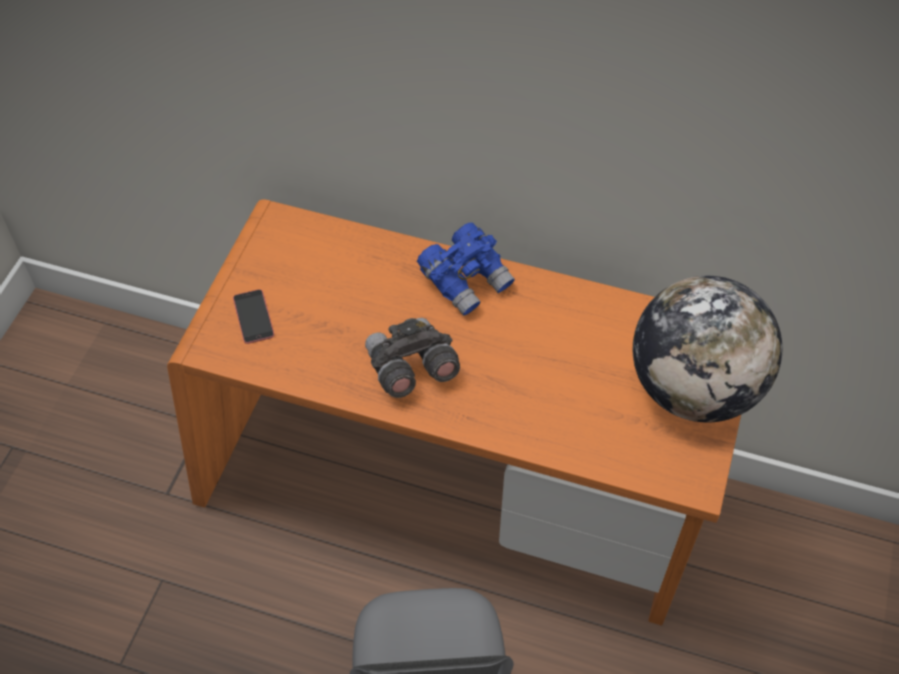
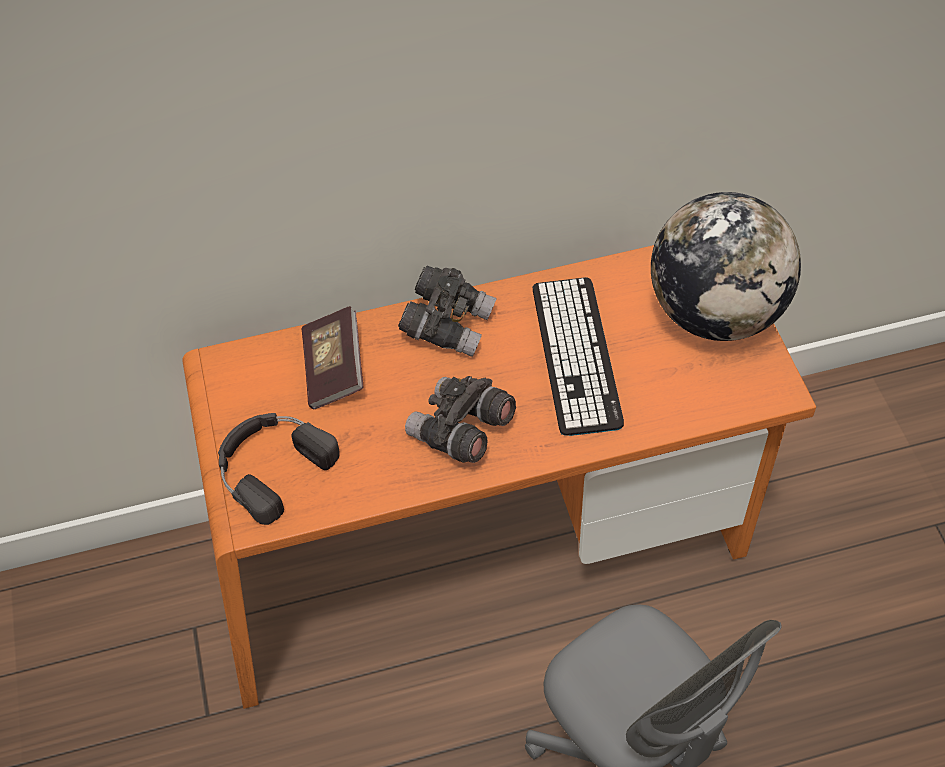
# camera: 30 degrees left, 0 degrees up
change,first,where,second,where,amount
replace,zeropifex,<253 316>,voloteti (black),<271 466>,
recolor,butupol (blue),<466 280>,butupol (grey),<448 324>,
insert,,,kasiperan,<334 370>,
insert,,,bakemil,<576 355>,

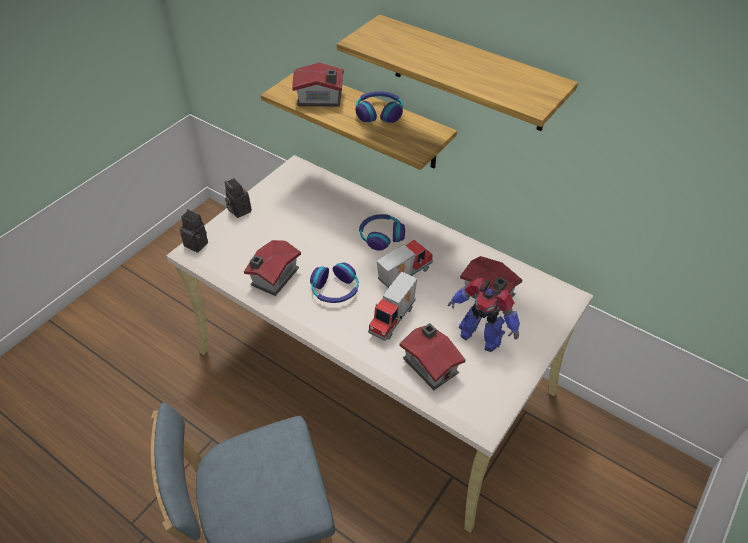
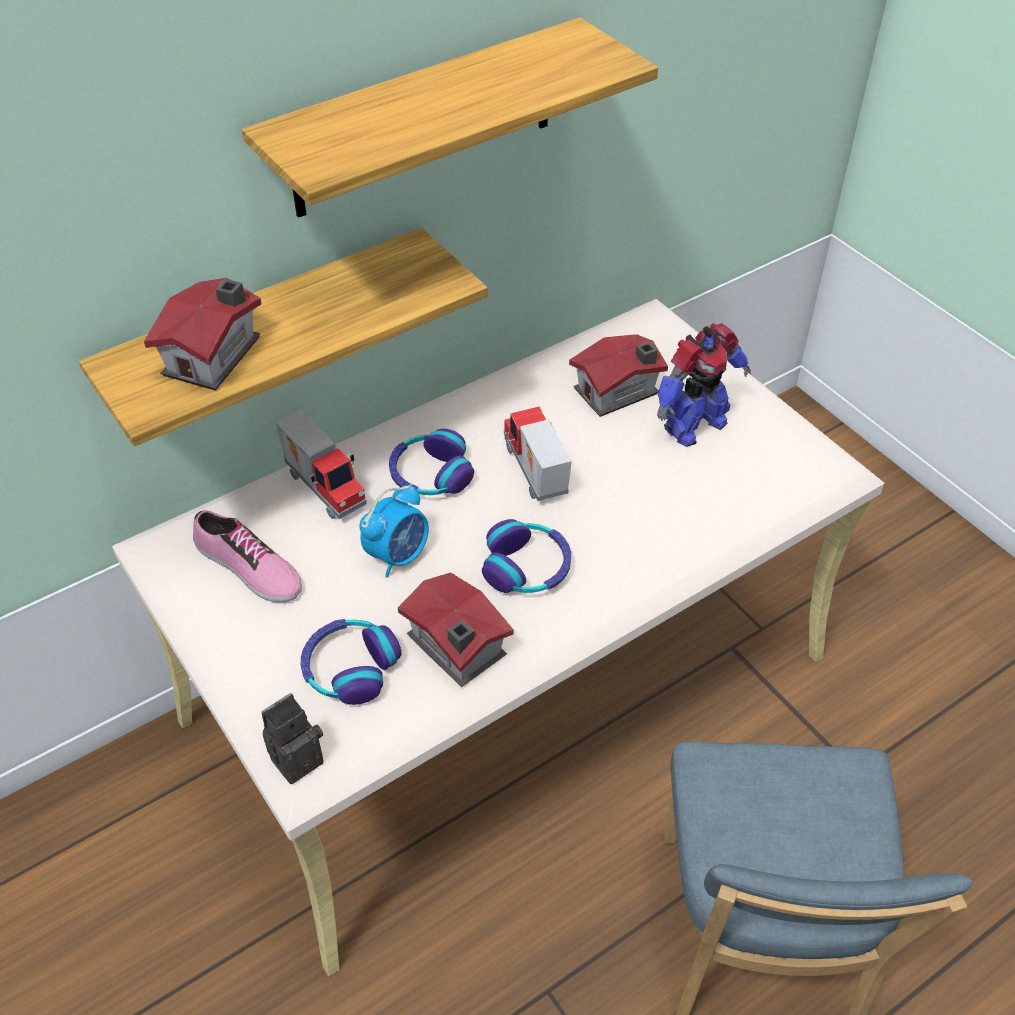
# camera: 70 degrees left, 0 degrees up
change,first,where,second,where,amount
delete,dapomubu,<238 210>,,,
move,voloteti,<379 113>,,<350 668>,
move,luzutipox,<394 320>,,<327 487>,
delete,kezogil,<430 364>,,,
insert,,,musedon,<248 568>,
insert,,,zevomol,<398 555>,

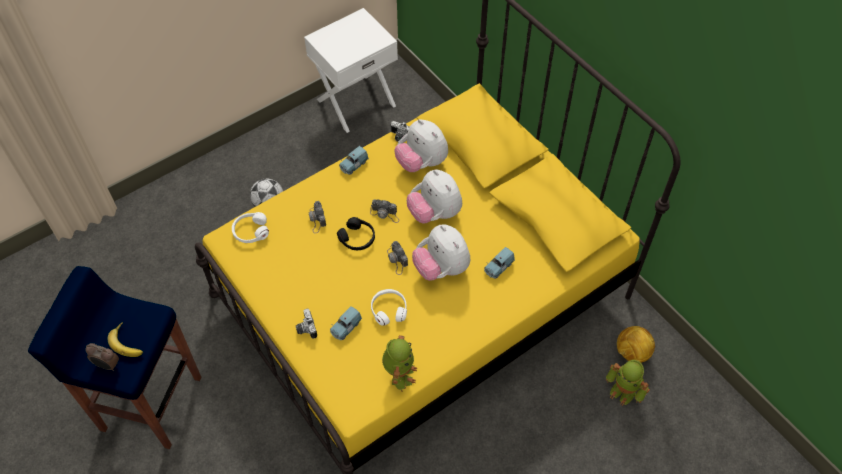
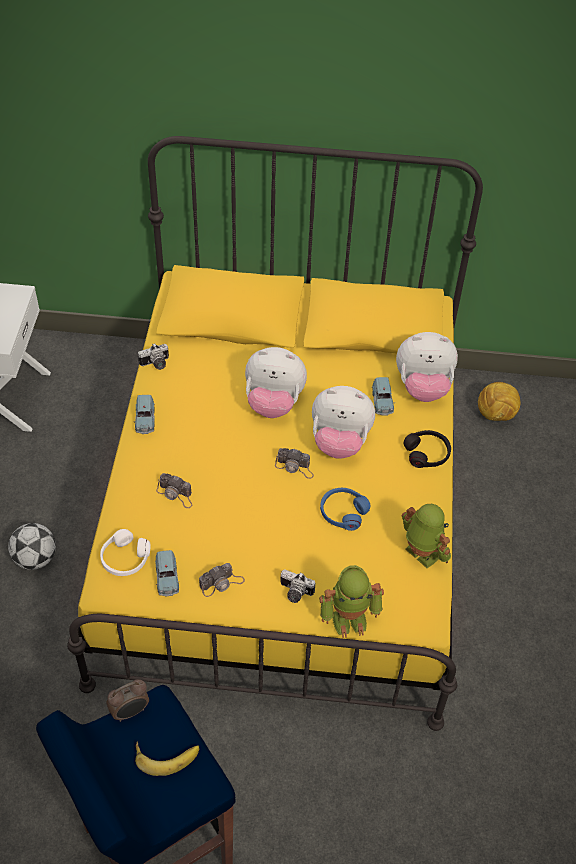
# camera: 50 degrees left, 5 degrees down
change,first,where,second,where,amount
move,zevomol,<107 365>,,<130 711>,
move,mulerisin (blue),<345 327>,,<167 579>,
move,voloteti (black),<357 238>,,<427 453>,
move,dapomubu,<385 214>,,<221 583>,
recolor,voloteti (white),<389 309>,voloteti (blue),<343 512>,
move,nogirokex,<421 163>,,<423 387>,
move,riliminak,<624 391>,,<349 617>,

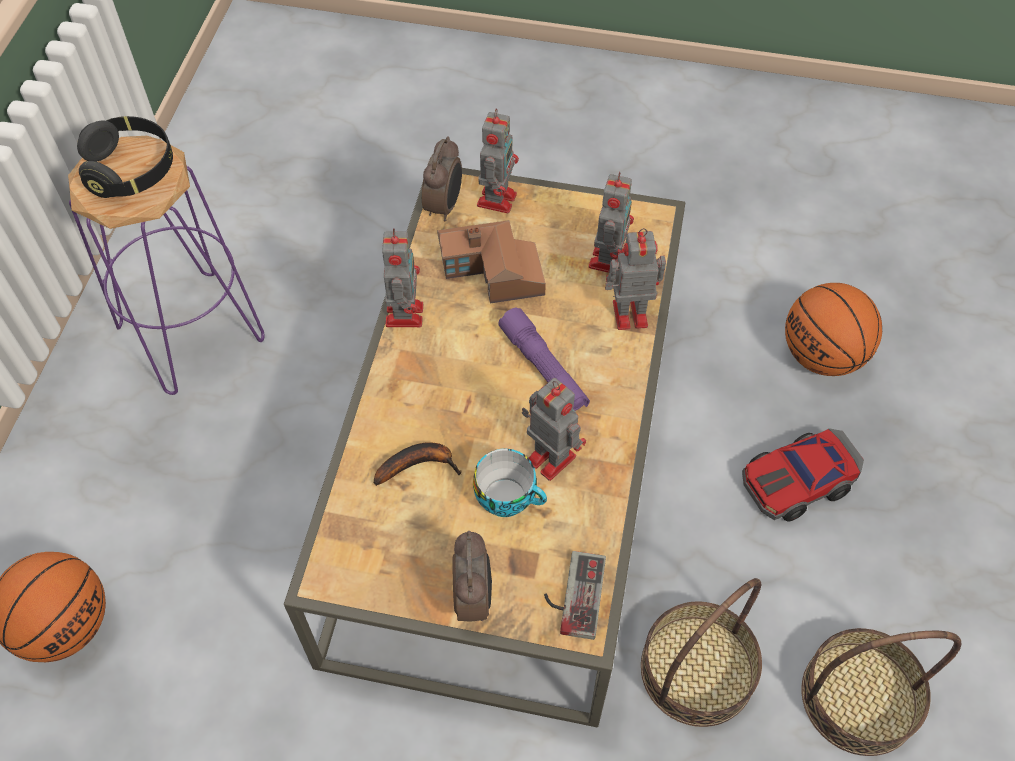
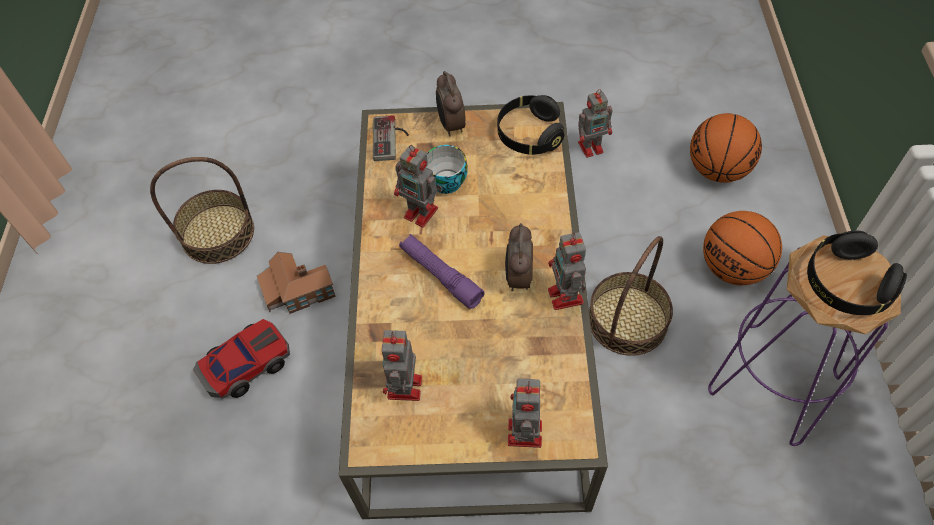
# camera: 170 degrees right, 0 degrees up
change,first,where,second,where,amount
delete,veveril,<419 464>,,,
move,zevomol,<444 206>,,<518 277>,
move,kezogil,<492 274>,,<297 290>,
move,riliminak,<627 314>,,<592 147>,
move,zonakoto,<697 670>,,<627 319>,
move,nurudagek,<822 355>,,<732 268>,
insert,,,voloteti (black),<529 135>,

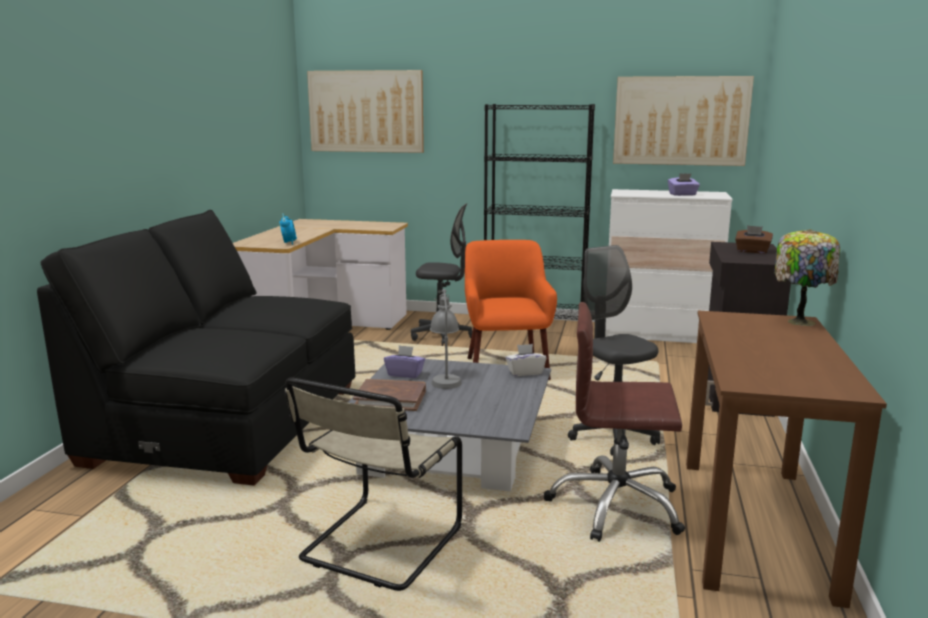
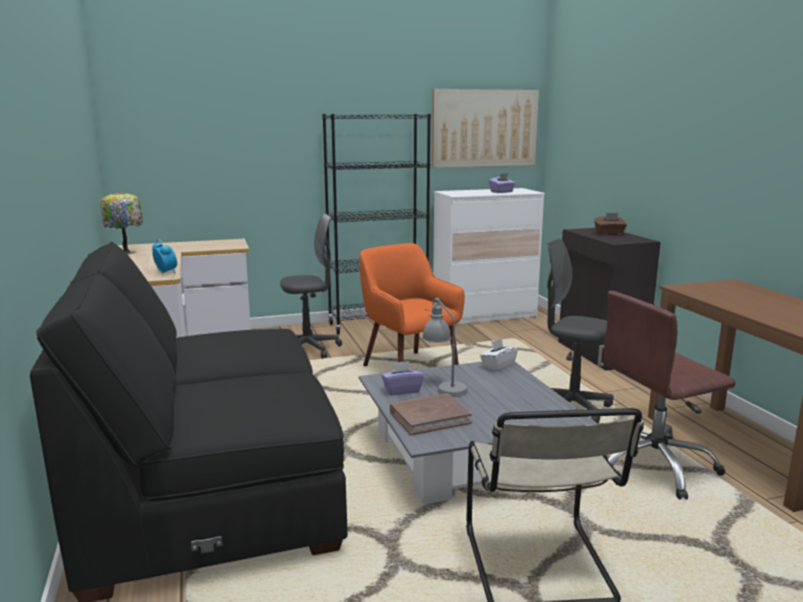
# camera: 30 degrees left, 0 degrees up
change,first,where,second,where,amount
delete,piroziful,<366 111>,,,
move,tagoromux,<799 321>,,<126 252>,

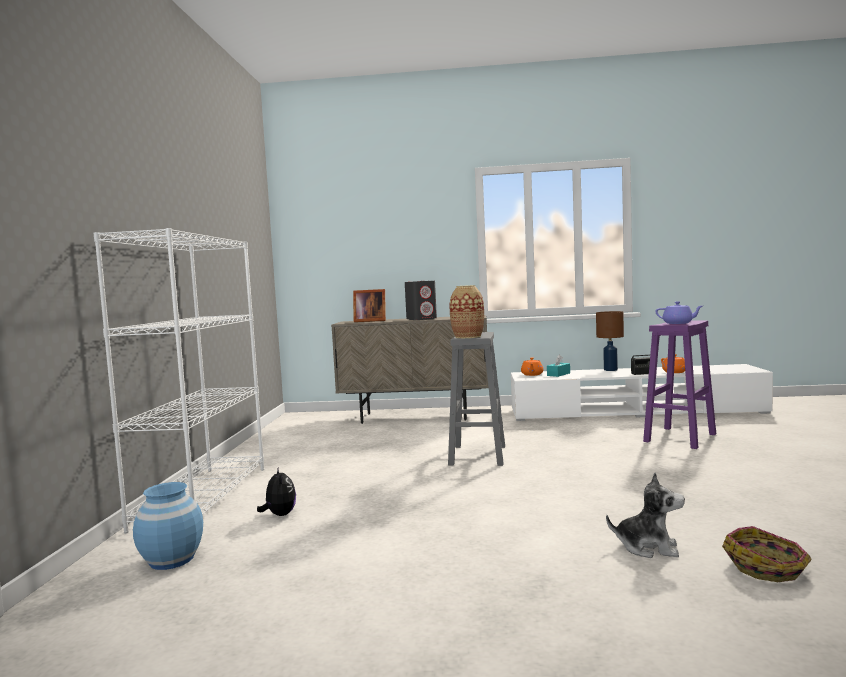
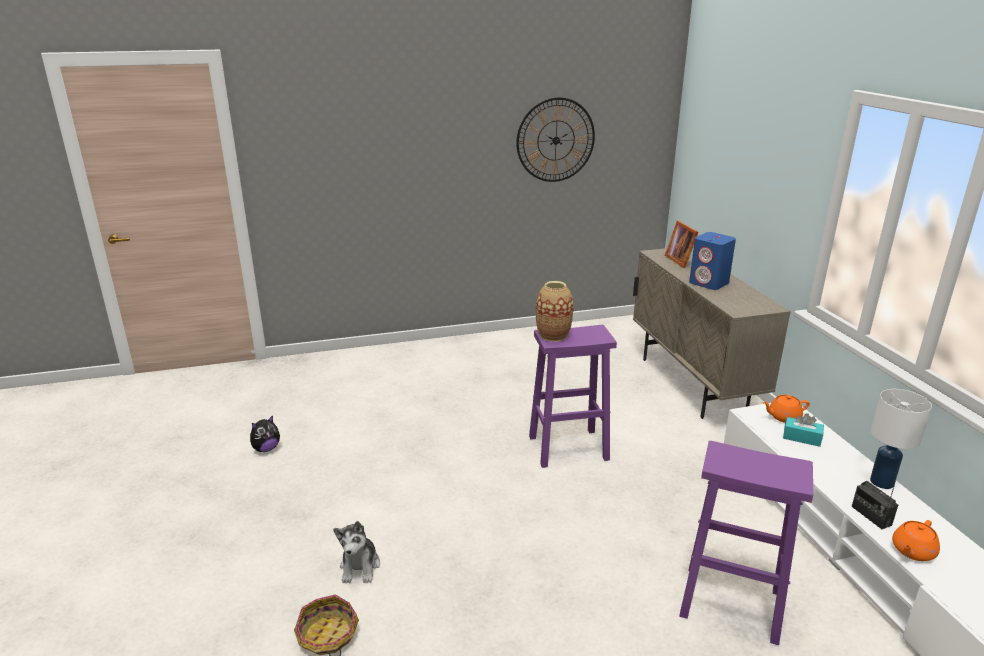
# camera: 70 degrees right, 20 degrees up
change,first,where,second,where,amount
delete,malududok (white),<203 496>,,,
delete,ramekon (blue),<172 560>,,,
move,nogirokex,<279 515>,,<266 449>,
recolor,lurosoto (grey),<421 319>,lurosoto (blue),<709 283>,
recolor,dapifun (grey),<478 455>,dapifun (purple),<567 448>,
recolor,tagoromux (brown),<611 370>,tagoromux (white),<882 482>,
delete,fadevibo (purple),<678 323>,,,
insert,,,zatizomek,<555 140>,

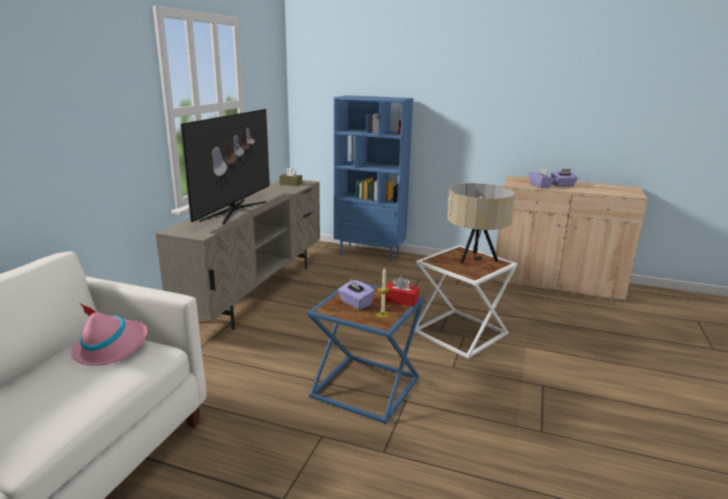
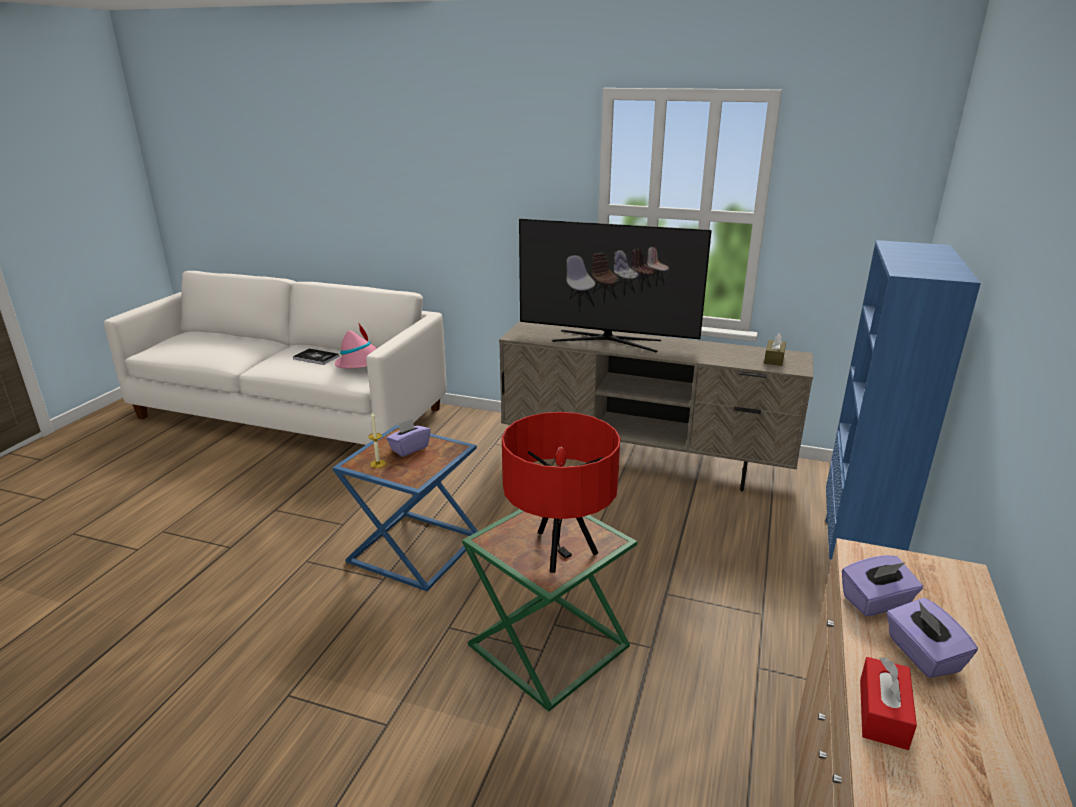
# camera: 90 degrees right, 5 degrees up
change,first,where,second,where,amount
move,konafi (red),<401 300>,,<883 713>,
recolor,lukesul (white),<461 333>,lukesul (green),<548 649>,
recolor,tagoromux (beige),<474 260>,tagoromux (red),<559 549>,
insert,,,kasiperan,<316 357>,

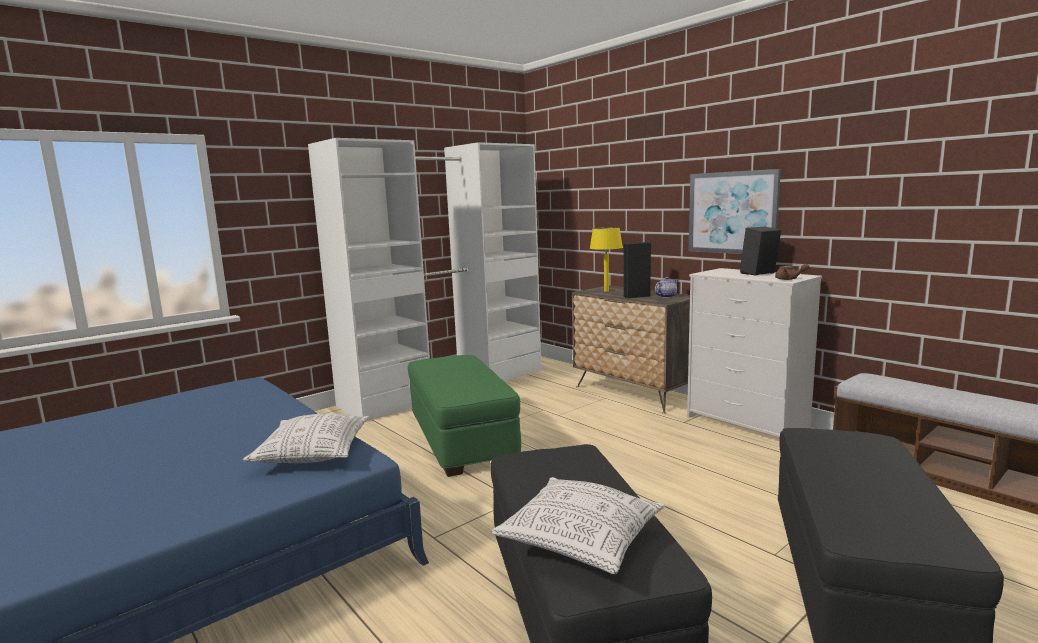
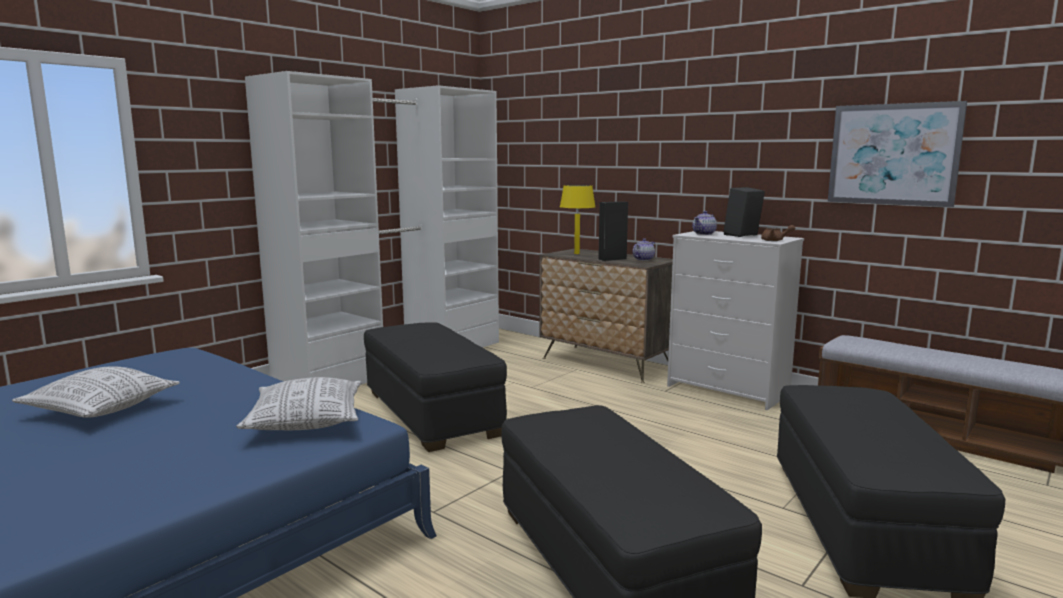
# camera: 10 degrees left, 0 degrees up
change,first,where,second,where,amount
recolor,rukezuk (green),<462 438>,rukezuk (black),<432 413>,
move,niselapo,<579 540>,,<100 409>,
move,piroziful,<732 212>,,<893 154>,
insert,,,fadevibo,<704 234>,

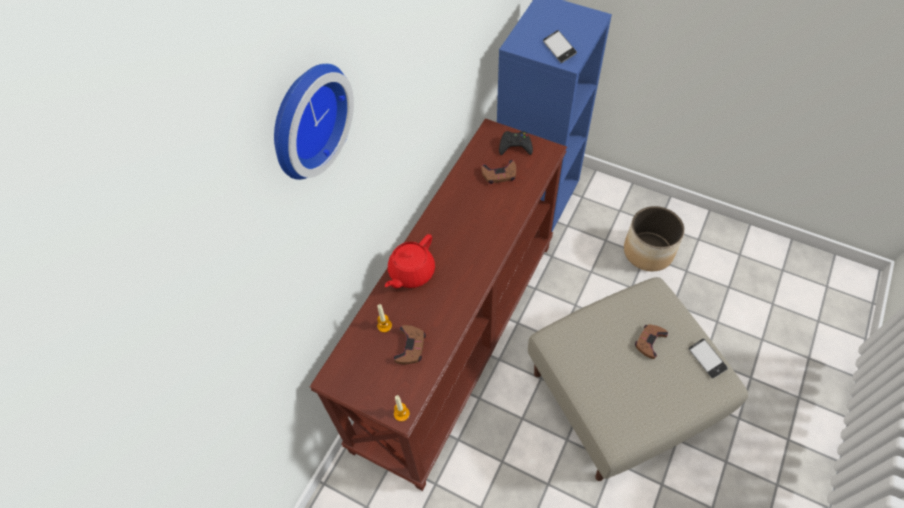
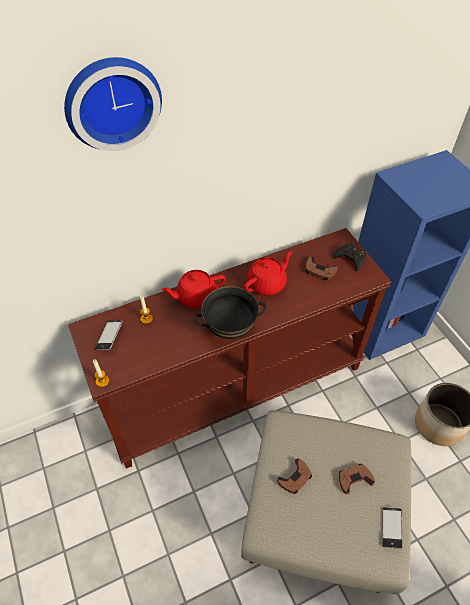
# camera: 35 degrees right, 5 degrees down
change,first,where,second,where,amount
move,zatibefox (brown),<410 347>,,<295 478>,
move,zeropifex,<559 49>,,<109 337>,
insert,,,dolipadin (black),<230 328>,
insert,,,fadevibo (red),<267 283>,

